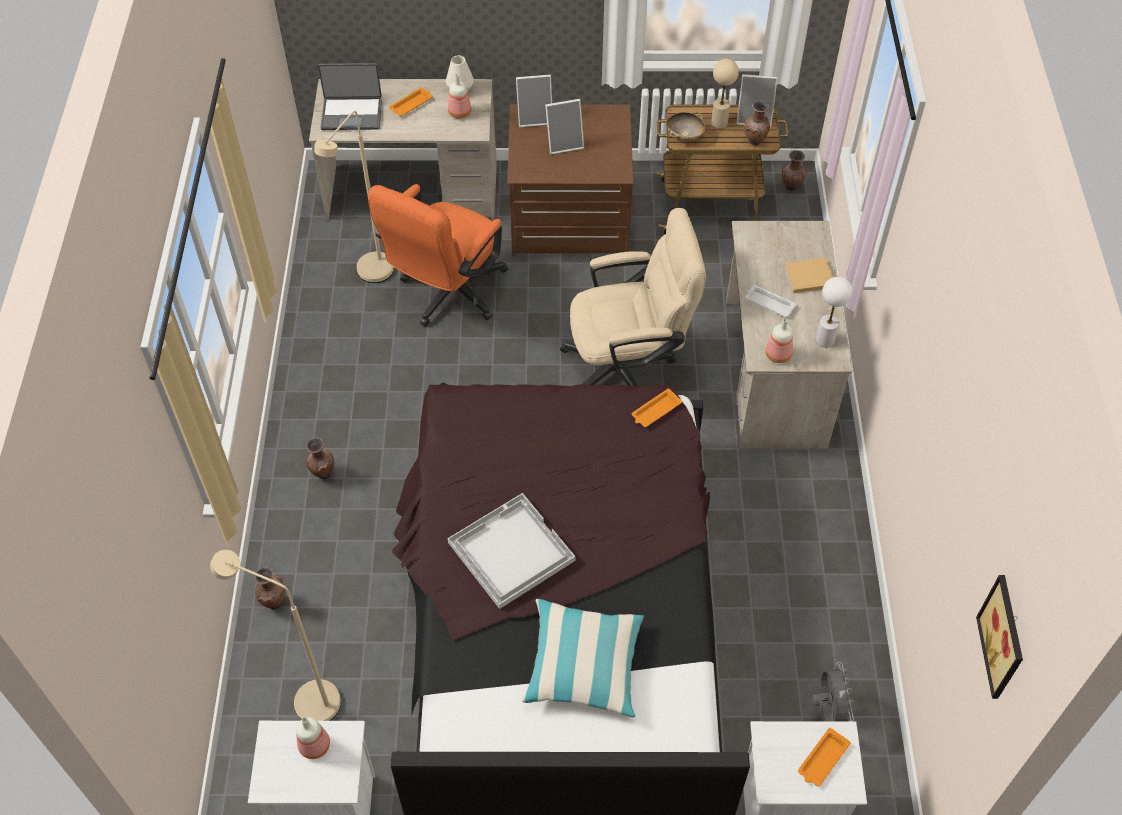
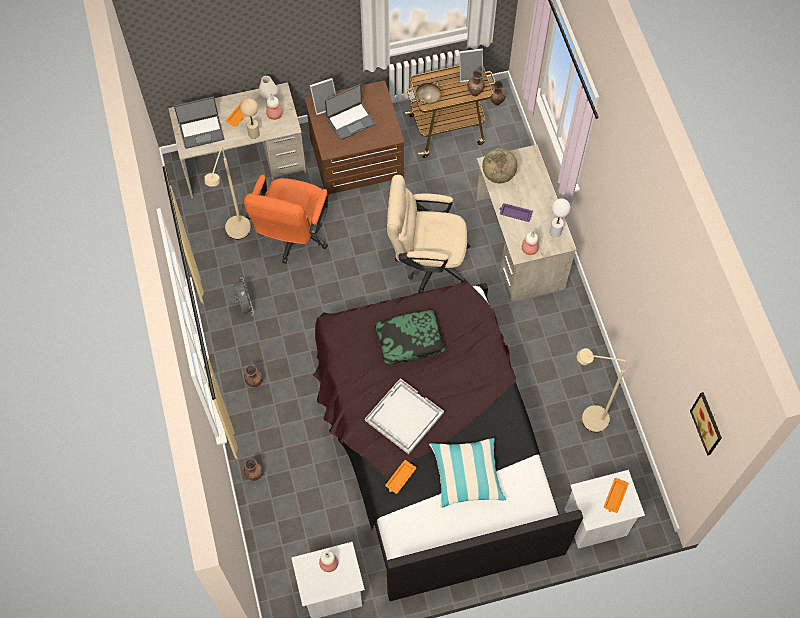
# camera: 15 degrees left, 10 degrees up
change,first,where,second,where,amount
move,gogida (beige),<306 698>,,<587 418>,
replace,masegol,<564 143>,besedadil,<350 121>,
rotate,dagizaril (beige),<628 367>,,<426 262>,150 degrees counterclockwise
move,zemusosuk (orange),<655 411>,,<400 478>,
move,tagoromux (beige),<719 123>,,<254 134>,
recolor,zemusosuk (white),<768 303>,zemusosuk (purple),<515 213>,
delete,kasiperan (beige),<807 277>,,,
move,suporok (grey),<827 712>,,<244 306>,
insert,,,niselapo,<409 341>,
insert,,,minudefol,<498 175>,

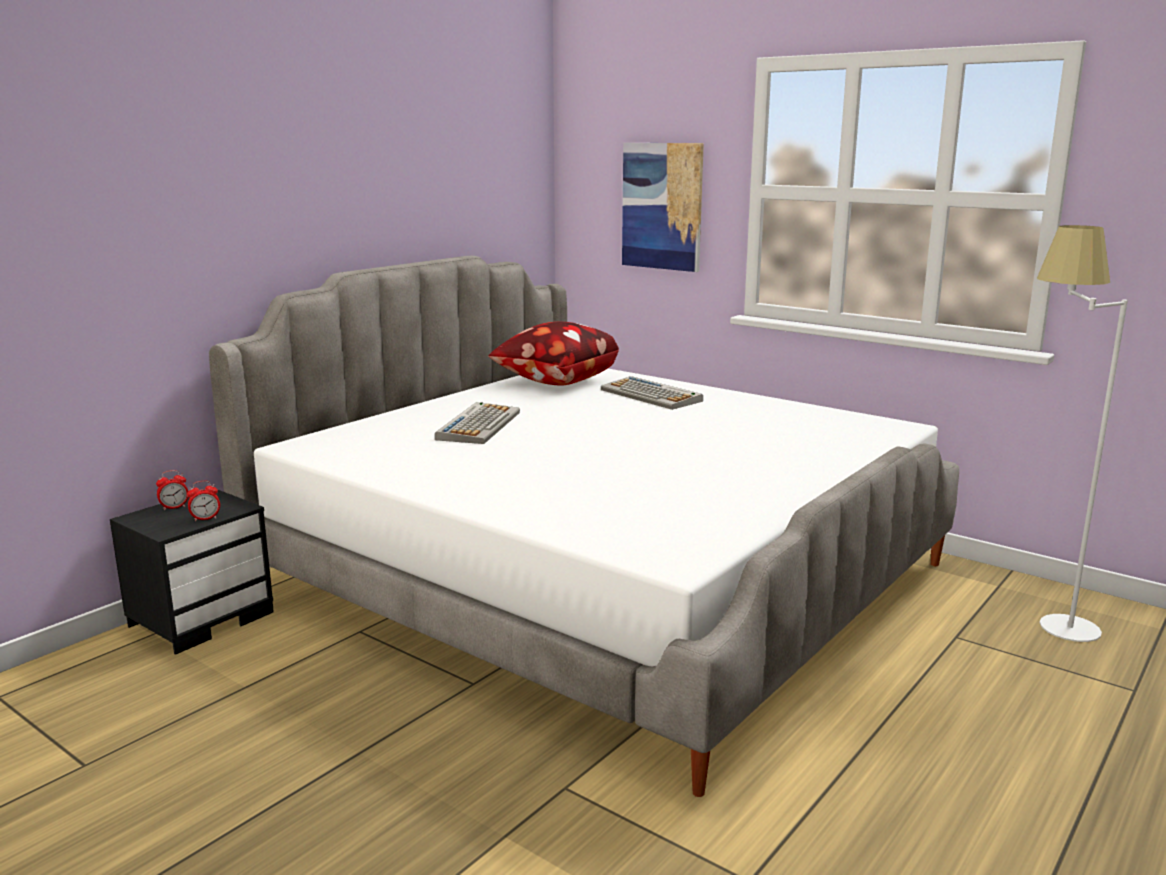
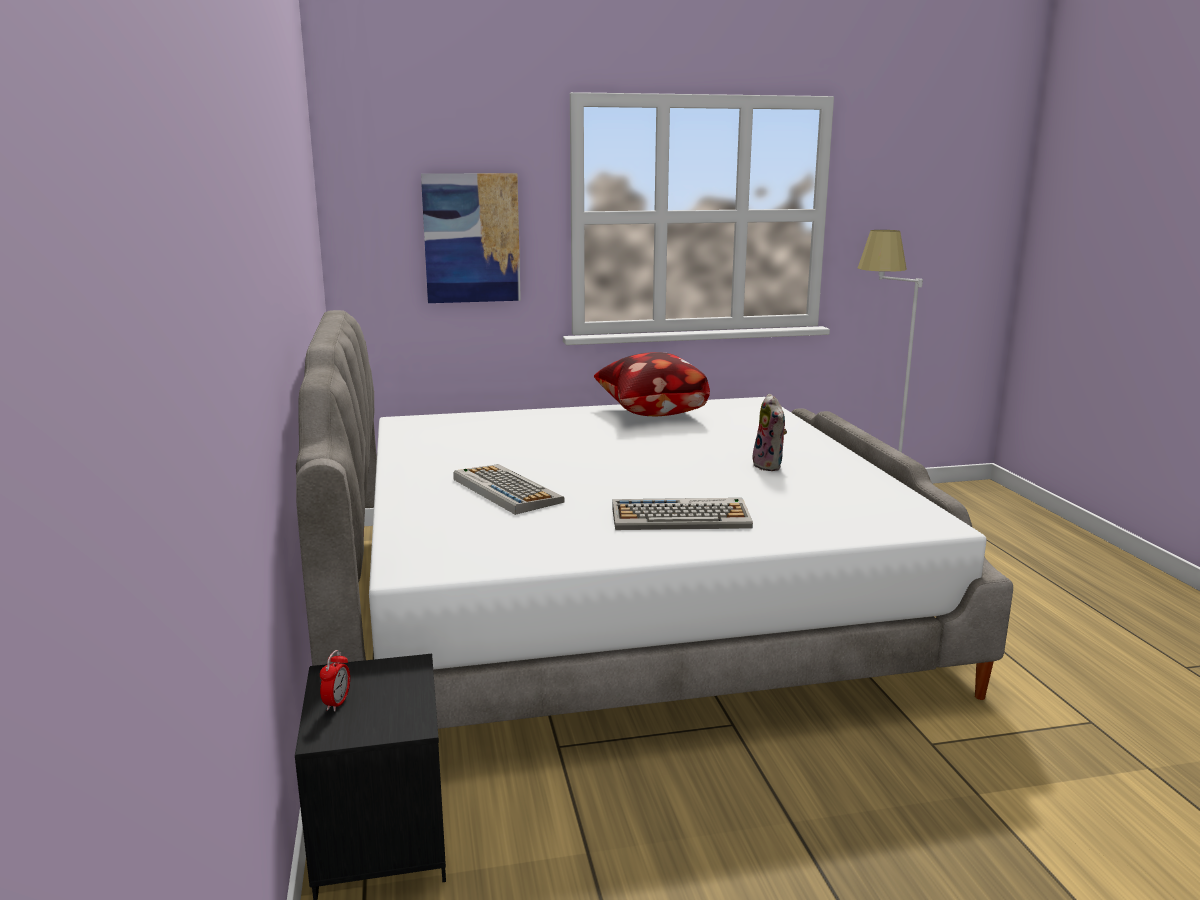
# camera: 50 degrees left, 0 degrees up
change,first,where,second,where,amount
delete,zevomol,<205 519>,,,
move,niselapo,<555 382>,,<650 414>,
move,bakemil,<652 395>,,<681 517>,
insert,,,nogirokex,<770 466>,

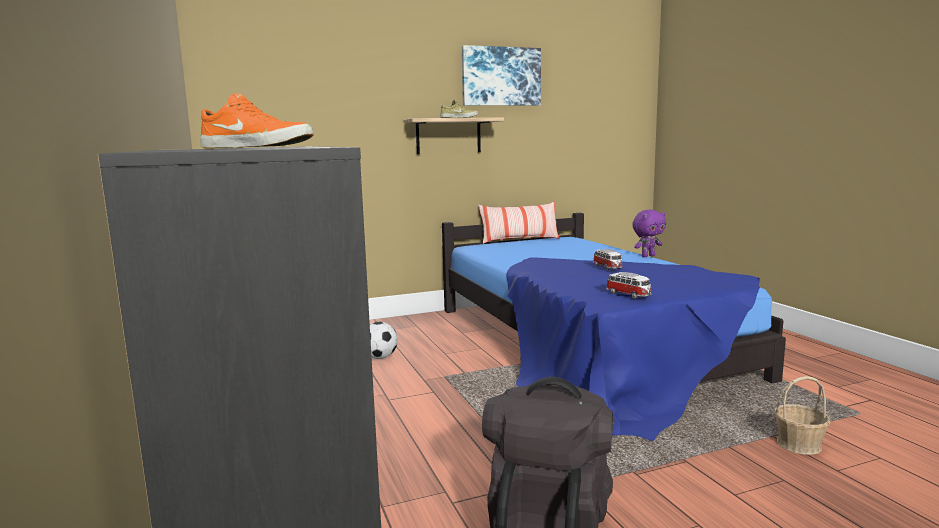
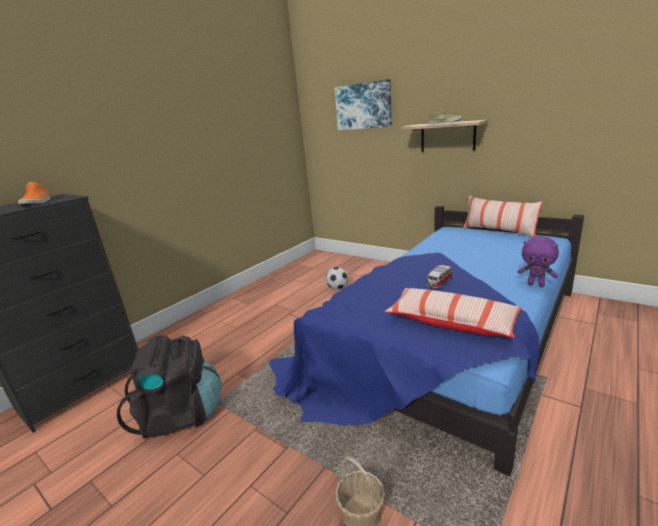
# camera: 60 degrees right, 10 degrees up
change,first,where,second,where,amount
move,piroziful,<501 76>,,<363 106>,
delete,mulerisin,<629 295>,,,
insert,,,niselapo,<451 322>,

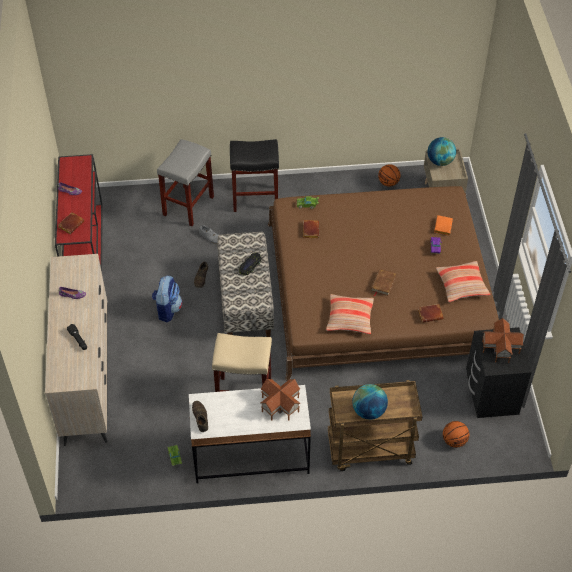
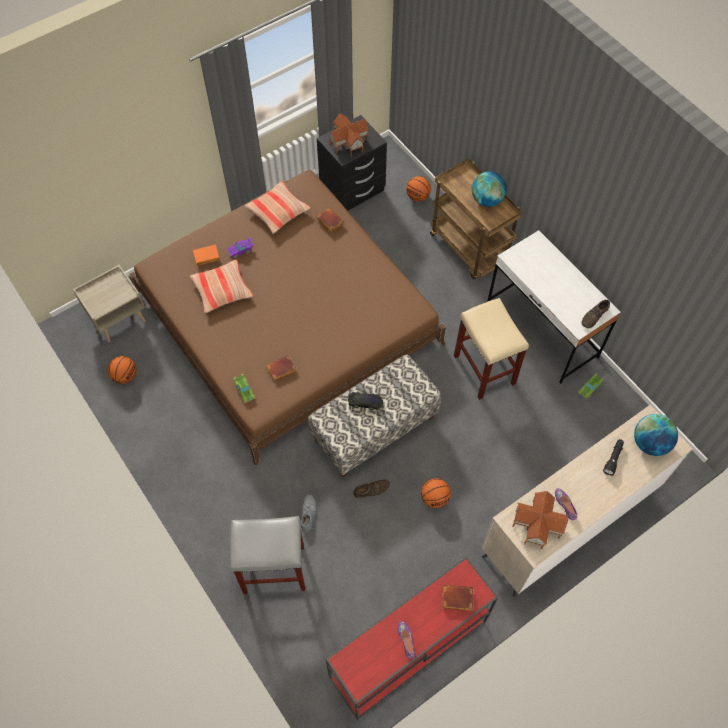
# camera: 120 degrees left, 10 degrees up
change,first,where,second,where,amount
replace,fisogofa,<167 309>,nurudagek,<434 498>,
delete,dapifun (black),<256 198>,,,
move,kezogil,<279 404>,,<537 525>,
move,niselapo,<349 318>,,<222 290>,
delete,kasiperan (brown),<383 283>,,,
move,minudefol,<440 161>,,<649 443>,

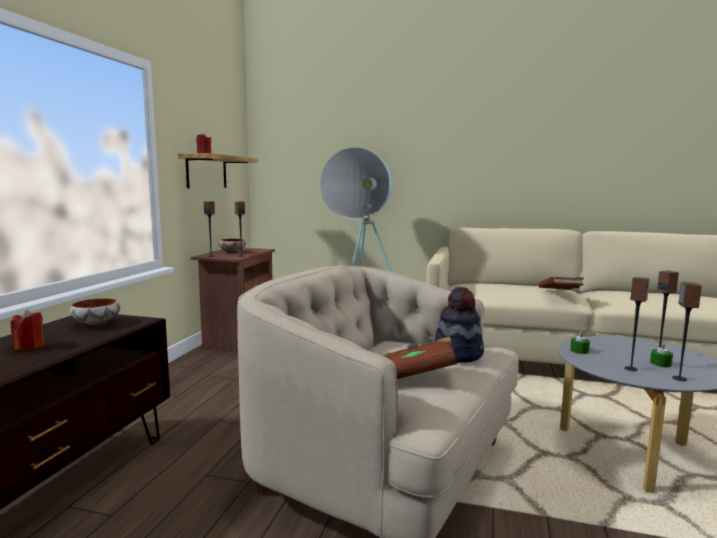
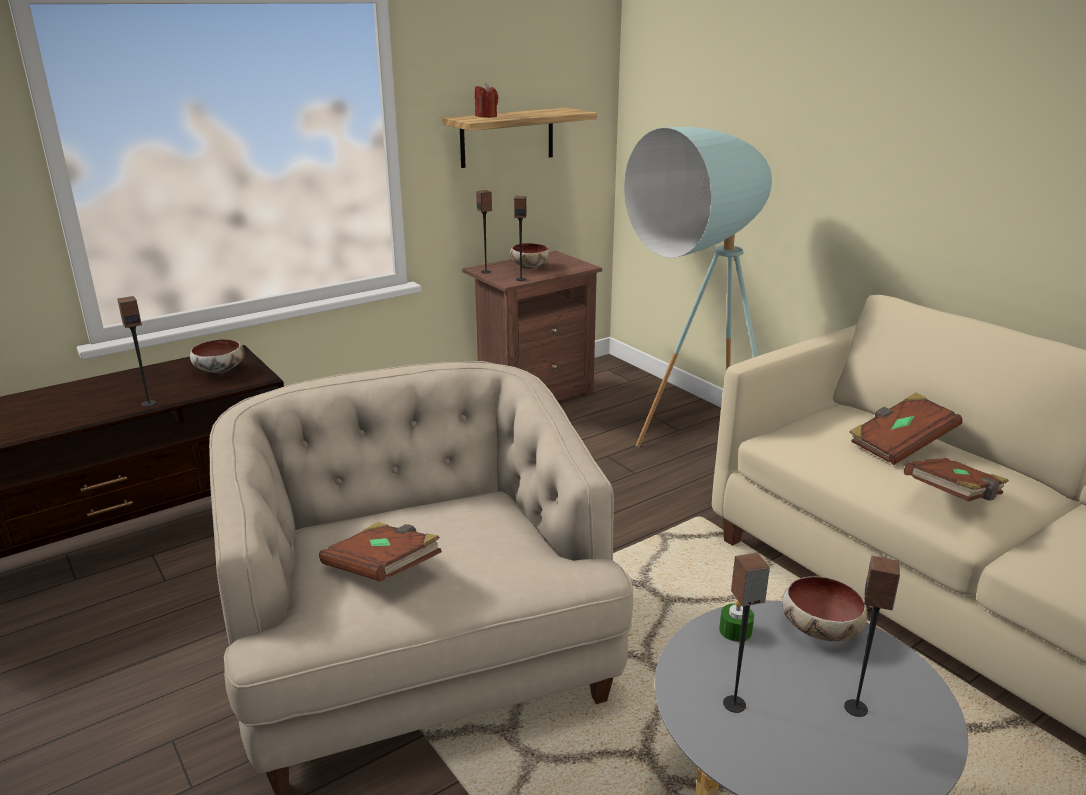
# camera: 40 degrees right, 15 degrees up
change,first,where,second,where,amount
delete,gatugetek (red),<30 346>,,,
delete,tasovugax,<458 354>,,,
delete,gatugetek (green),<660 363>,,,
move,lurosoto,<679 378>,,<149 403>,
insert,,,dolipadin,<819 629>,
insert,,,kasiperan (brown),<899 445>,

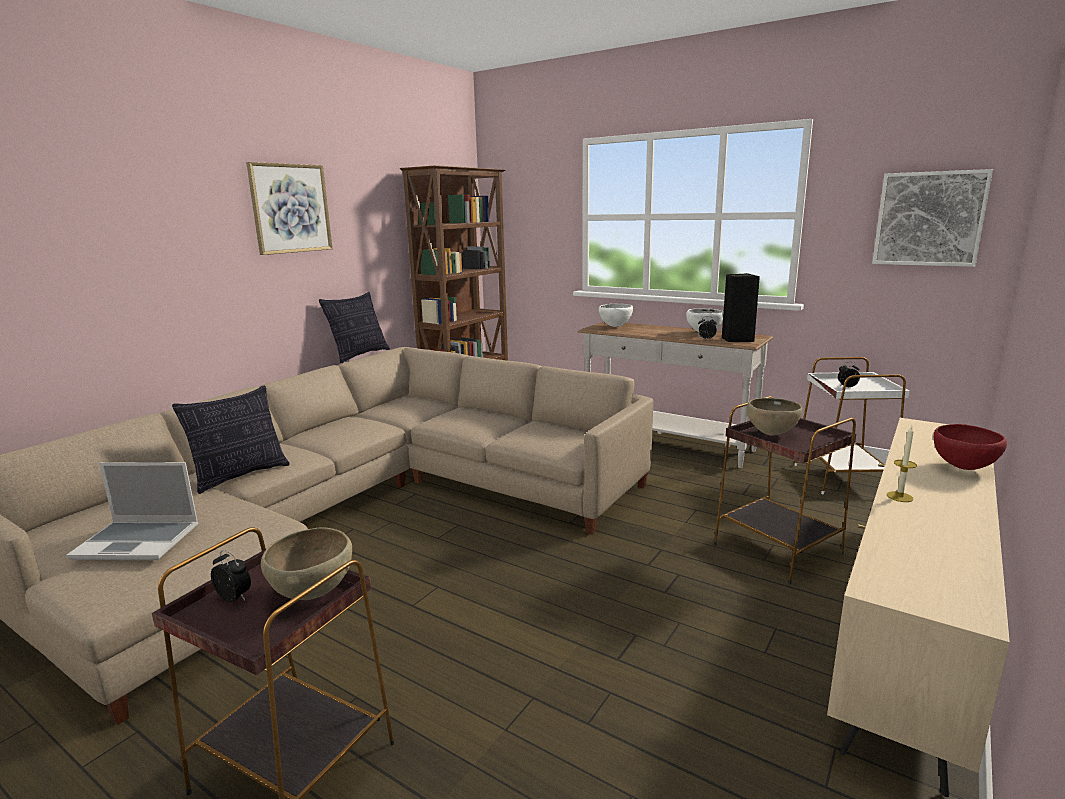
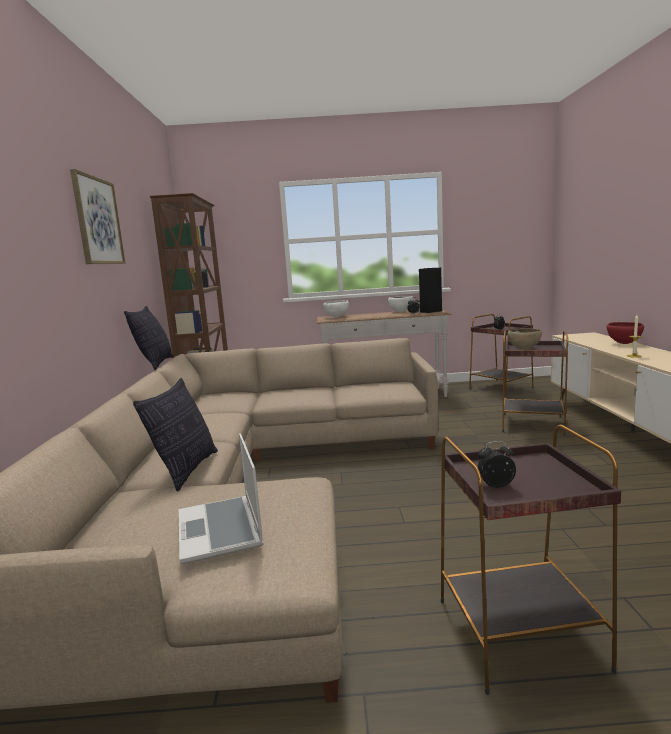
# camera: 35 degrees left, 5 degrees down
change,first,where,second,where,amount
rotate,besedadil,<139 541>,,<221 530>,105 degrees clockwise
delete,dolipadin (brown),<313 593>,,,
recolor,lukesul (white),<842 479>,lukesul (brown),<501 388>,
delete,piroziful,<929 219>,,,

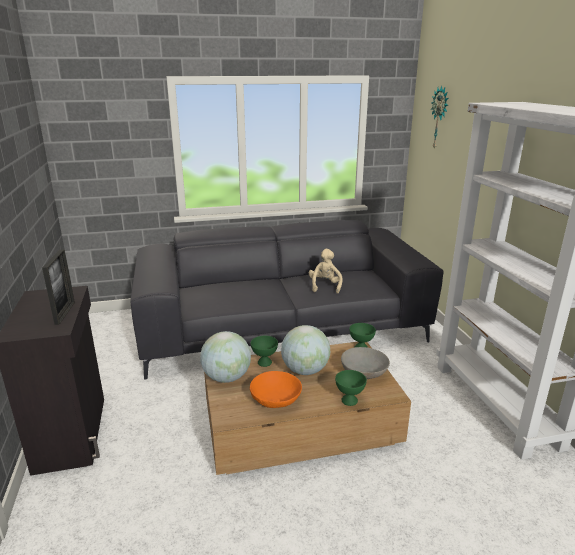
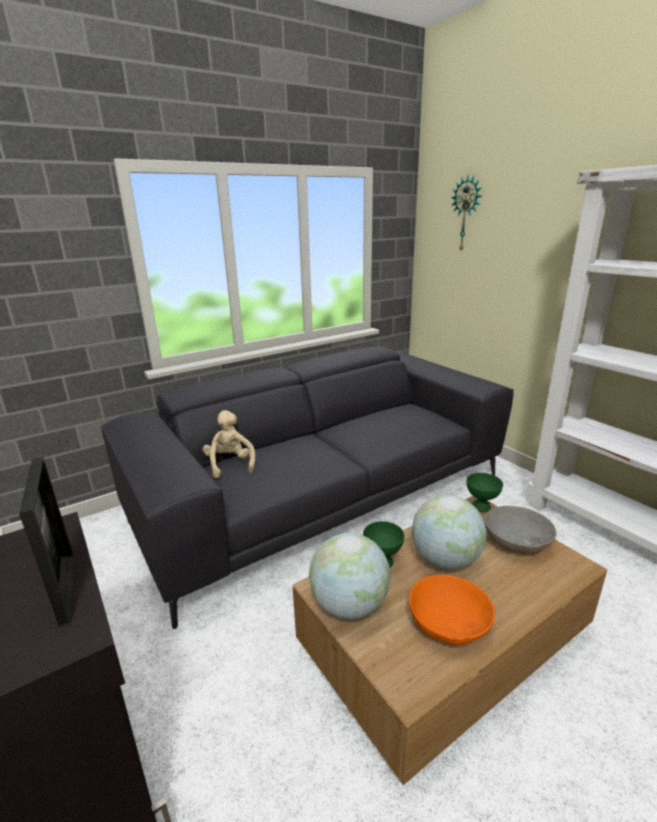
# camera: 20 degrees left, 0 degrees up
change,first,where,second,where,amount
move,nogirokex (beige),<325 286>,,<230 464>,
delete,dolipadin (green),<349 400>,,,

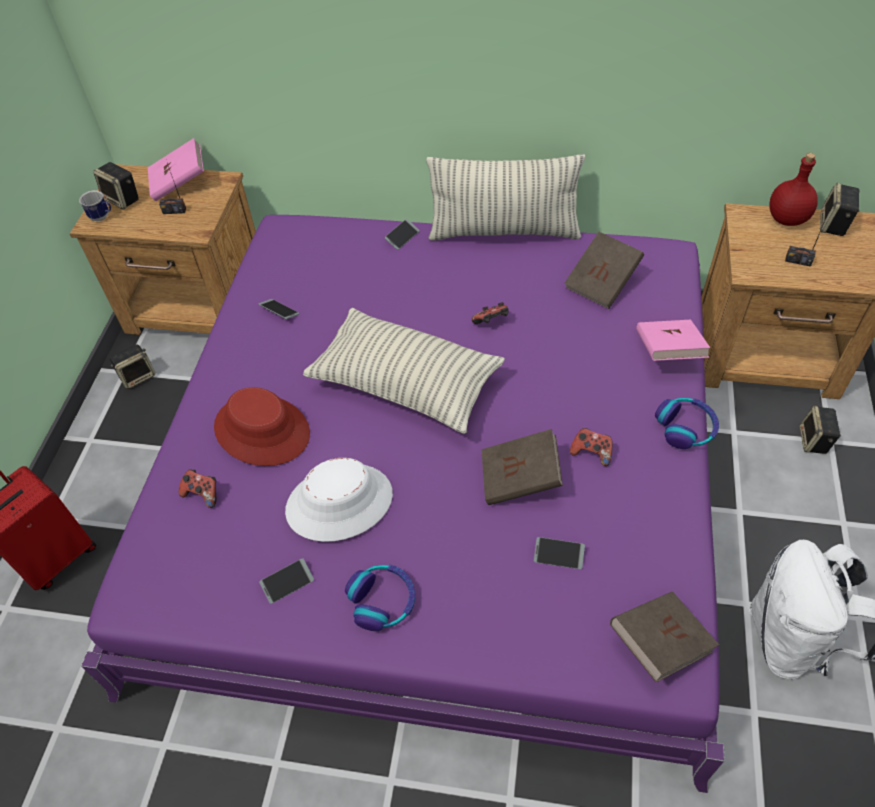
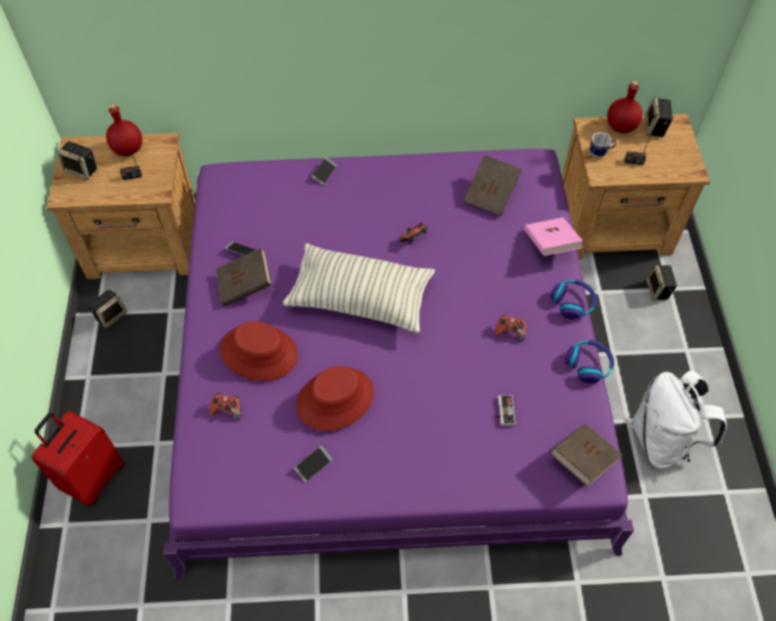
# camera: 15 degrees left, 5 degrees up
change,first,where,second,where,amount
move,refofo,<102 217>,,<600 153>,
replace,kasiperan (pink),<179 183>,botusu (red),<127 149>,
recolor,tasovugax (white),<339 502>,tasovugax (red),<335 399>,
move,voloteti,<382 601>,,<589 364>,
delete,niselapo,<504 232>,,,
move,kasiperan (brown),<520 479>,,<245 285>,
replace,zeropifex,<558 555>,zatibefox,<502 411>,

